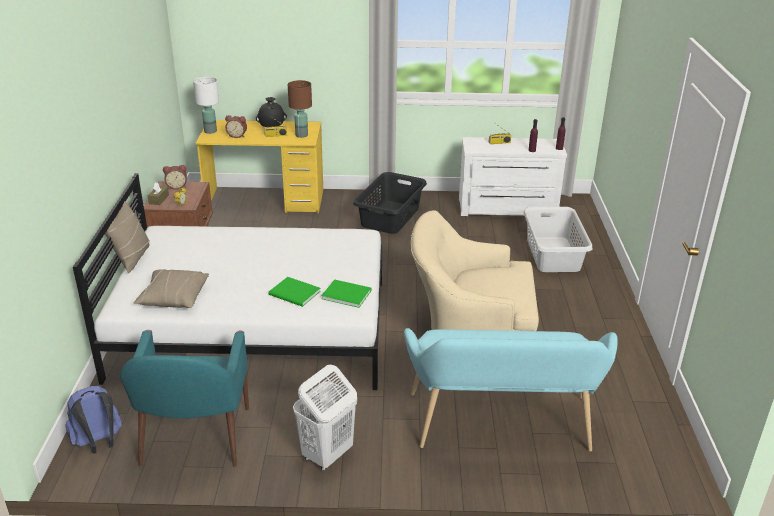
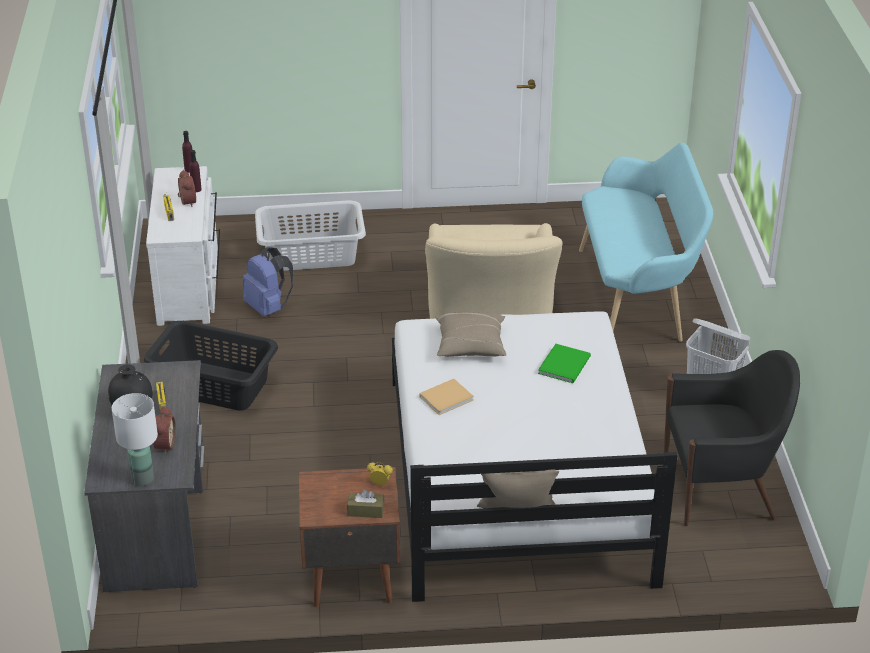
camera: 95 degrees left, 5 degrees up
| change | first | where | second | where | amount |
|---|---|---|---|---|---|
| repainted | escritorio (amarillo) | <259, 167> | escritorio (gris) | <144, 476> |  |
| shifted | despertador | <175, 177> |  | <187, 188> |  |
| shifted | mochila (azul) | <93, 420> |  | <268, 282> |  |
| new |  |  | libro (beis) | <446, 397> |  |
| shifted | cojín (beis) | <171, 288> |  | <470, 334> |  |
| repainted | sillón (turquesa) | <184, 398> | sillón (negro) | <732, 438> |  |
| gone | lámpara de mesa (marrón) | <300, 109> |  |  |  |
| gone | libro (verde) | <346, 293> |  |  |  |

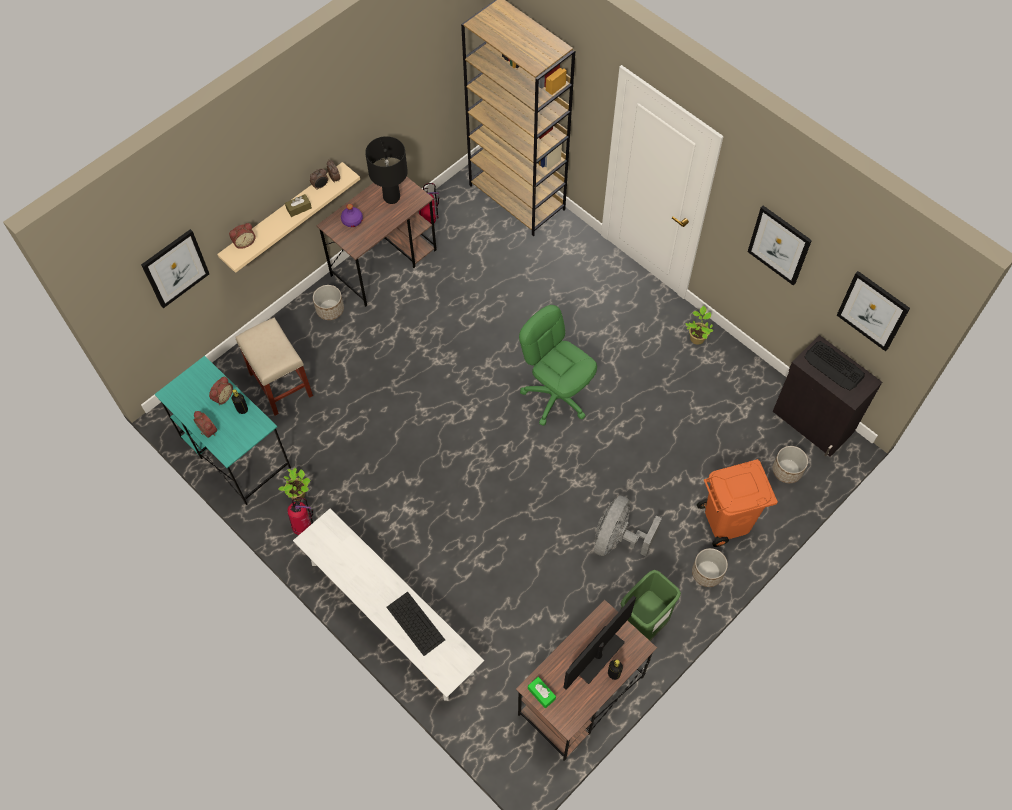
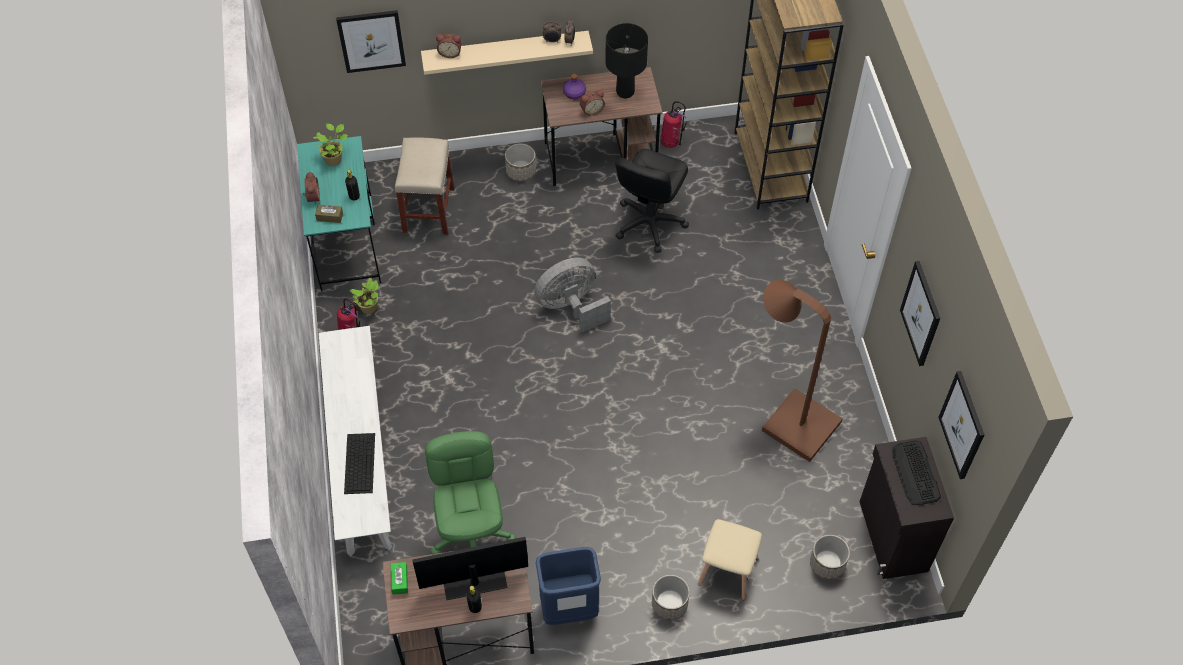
camera: 35 degrees right, 5 degrees down
| change | first | where | second | where | amount |
|---|---|---|---|---|---|
| shifted | planta en maceta | <699, 325> |  | <330, 145> |  |
| shifted | caja de pañuelos (marrón) | <298, 205> |  | <329, 214> |  |
| shifted | silla de oficina (verde) | <558, 365> |  | <470, 492> |  |
| shifted | ventilador (gris) | <628, 526> |  | <573, 294> |  |
| repainted | papelera (verde) | <651, 605> | papelera (azul) | <568, 586> |  |
| shifted | despertador | <221, 391> |  | <592, 103> |  |
| new |  |  | silla de oficina (negro) | <652, 201> |  |
| swapped | papelera (naranja) | <737, 503> | taburete (beis) | <730, 559> |  |
| new |  |  | lámpara de pie (marrón) | <802, 371> |  |

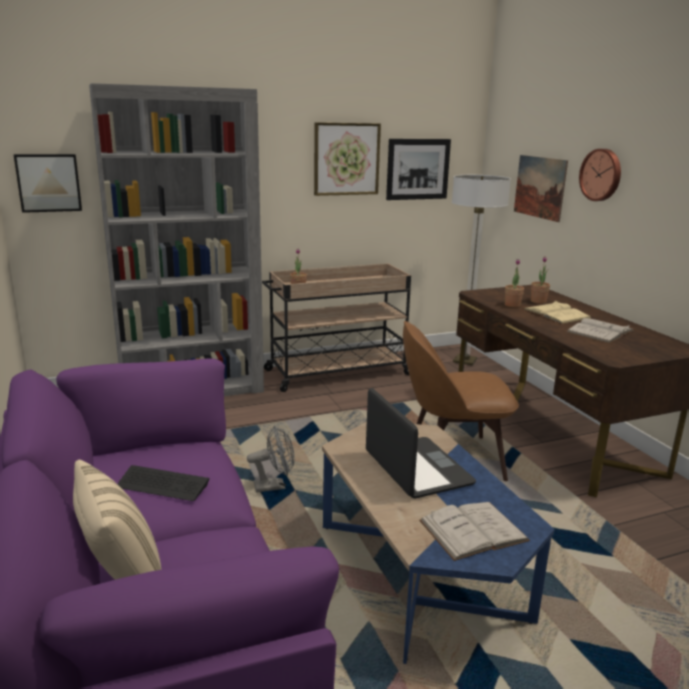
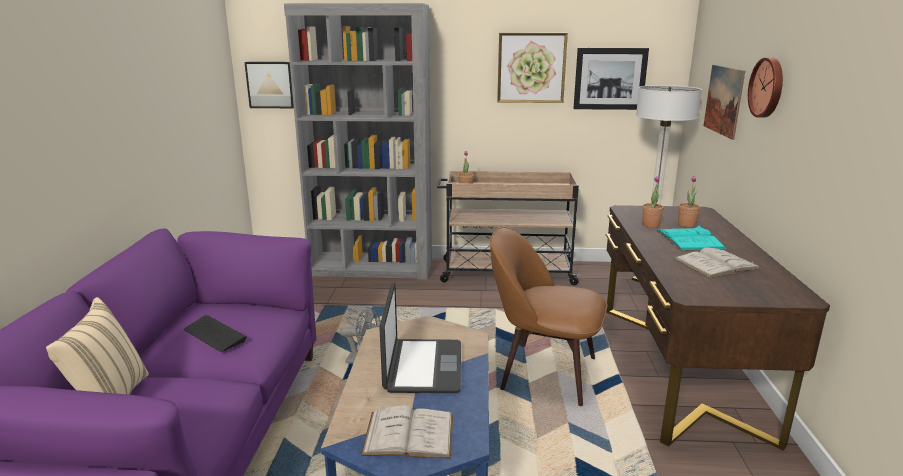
camera: 25 degrees right, 0 degrees up
| change | first | where | second | where | amount |
|---|---|---|---|---|---|
| repainted | libro (beis) | <557, 312> | libro (turquesa) | <691, 238> |  |

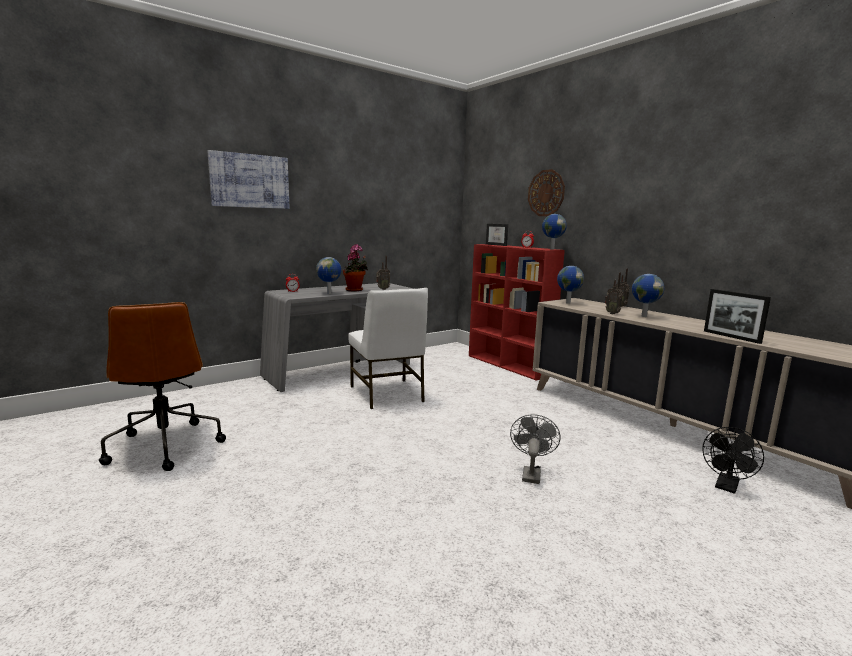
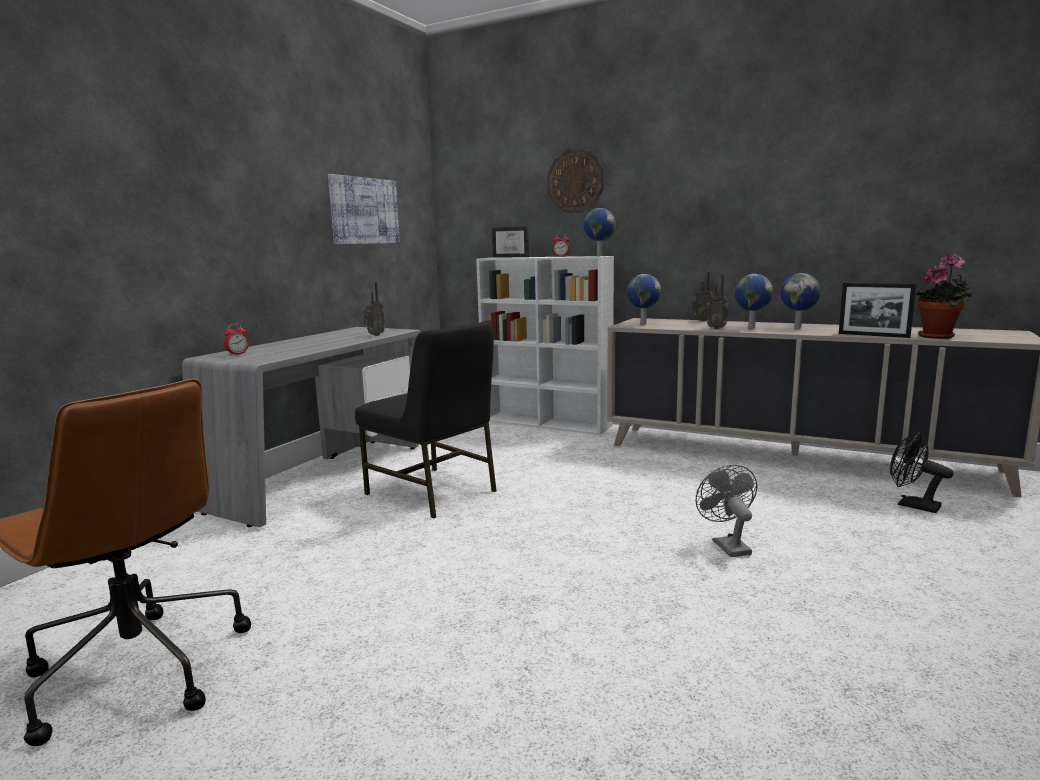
camera: 25 degrees left, 0 degrees up
| change | first | where | second | where | amount |
|---|---|---|---|---|---|
| shifted | cuadro | <248, 179> |  | <364, 209> |  |
| repainted | silla (blanco) | <388, 348> | silla (negro) | <426, 419> |  |
| repainted | estantería (rojo) | <517, 312> | estantería (blanco) | <545, 345> |  |
| shifted | globo terráqueo | <328, 275> |  | <800, 301> |  |
| rotated | ventilador (negro) | <733, 460> |  | <922, 473> | 120 degrees clockwise |
| shifted | planta en maceta | <355, 268> |  | <944, 296> |  |

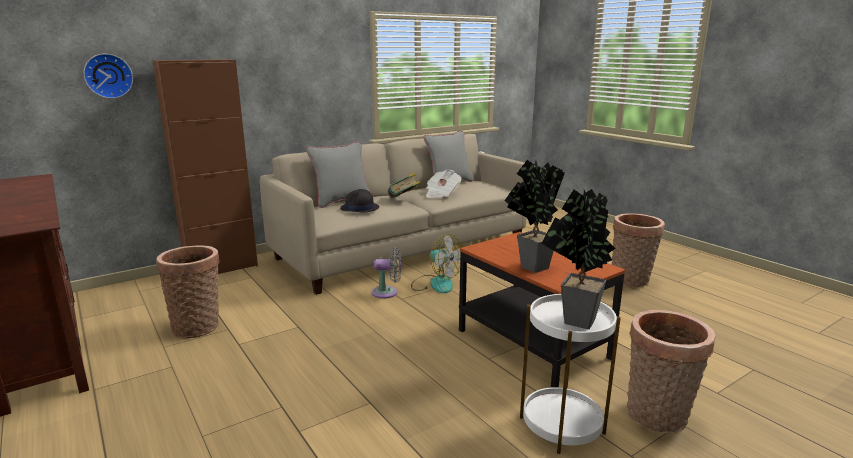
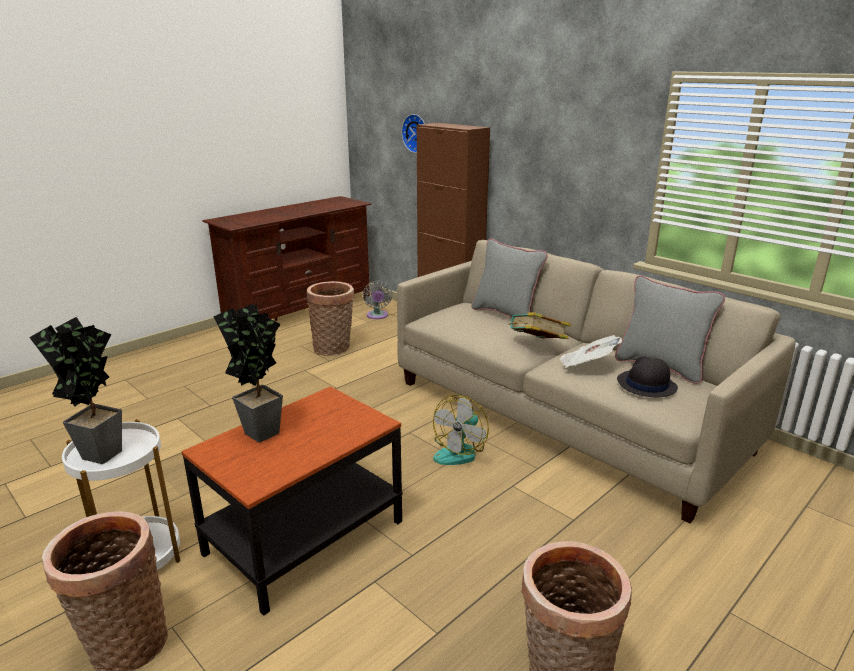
camera: 80 degrees right, 5 degrees up
| change | first | where | second | where | amount |
|---|---|---|---|---|---|
| shifted | ventilador (gris) | <386, 273> |  | <378, 300> |  |
| shifted | sombrero (negro) | <359, 201> |  | <647, 376> |  |

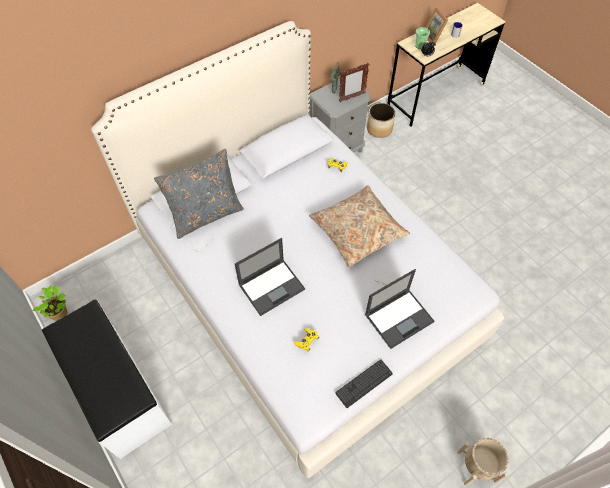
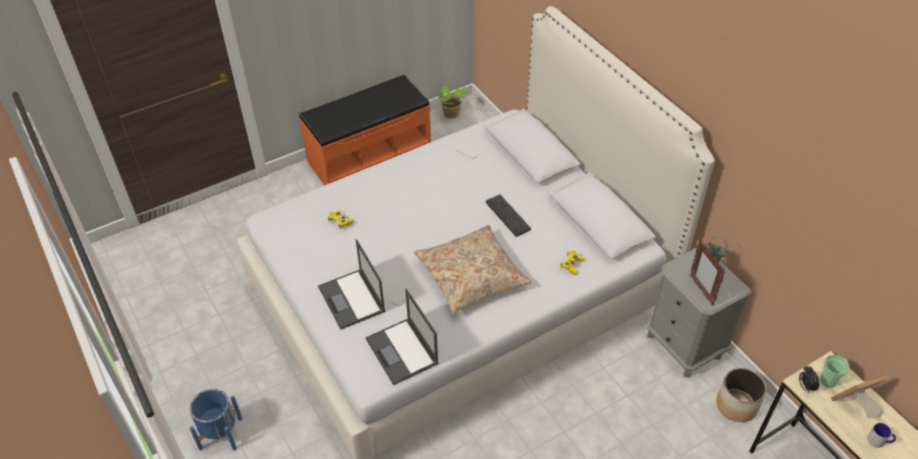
camera: 95 degrees right, 10 degrees down
| change | first | where | second | where | amount |
|---|---|---|---|---|---|
| repainted | maceta (beis) | <483, 462> | maceta (azul) | <215, 420> |  |
| repainted | banco (blanco) | <107, 379> | banco (naranja) | <365, 130> |  |
| shifted | portátil | <270, 277> |  | <402, 337> |  |
| shifted | teclado | <364, 383> |  | <508, 215> |  |
| gone | cojín (gris) | <199, 193> |  |  |  |

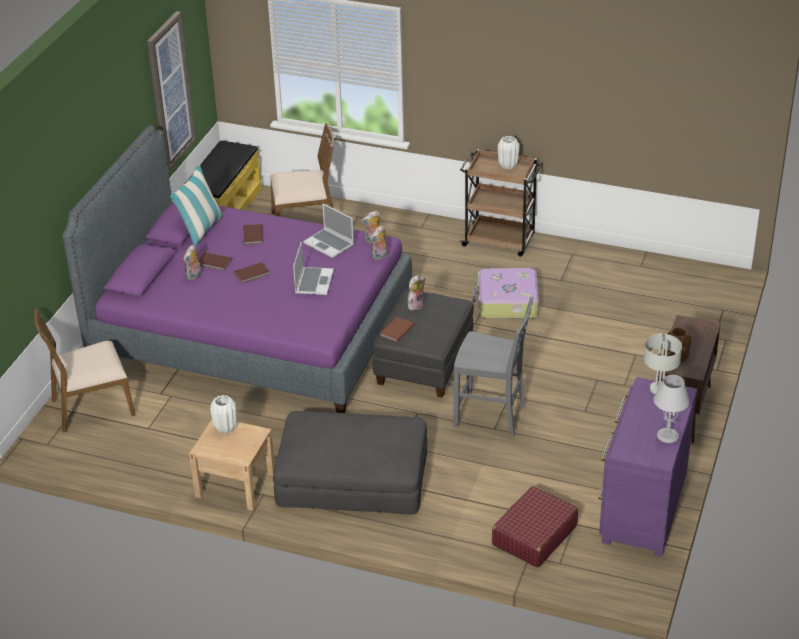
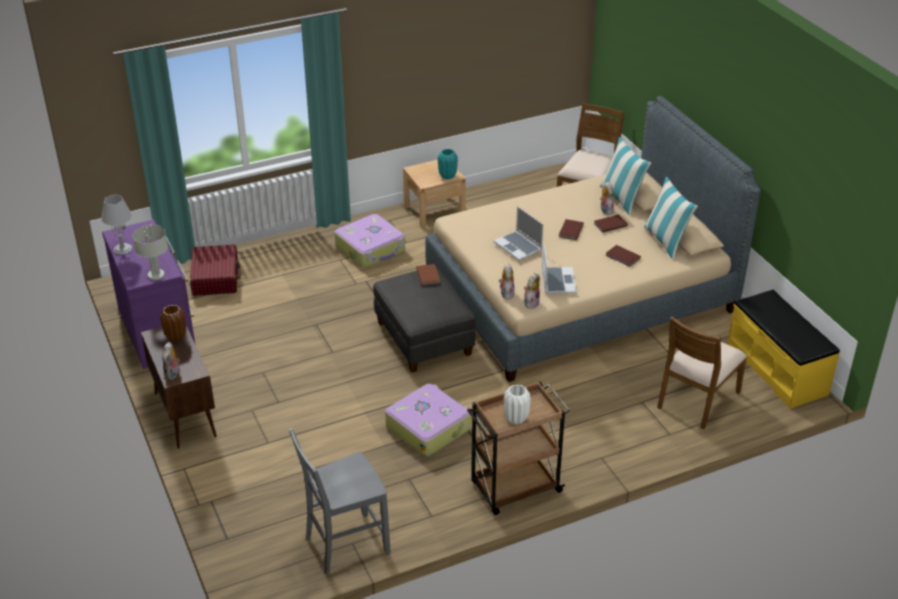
camera: 135 degrees right, 0 degrees up
| change | first | where | second | where | amount |
|---|---|---|---|---|---|
| shifted | peluche | <416, 292> |  | <171, 361> |  |
| shifted | silla (gris) | <494, 366> |  | <340, 501> |  |
| swapped | puf (gris) | <350, 463> | maleta | <369, 241> |  |
| repainted | cama (morado) | <237, 269> | cama (beis) | <593, 239> |  |
| repainted | florero (blanco) | <223, 414> | florero (turquesa) | <448, 164> |  |
| rotated | portátil | <328, 230> |  | <559, 268> | 90 degrees clockwise |
| new |  |  | cojín | <625, 176> |  |
| gone | cuadro | <171, 91> |  |  |  |

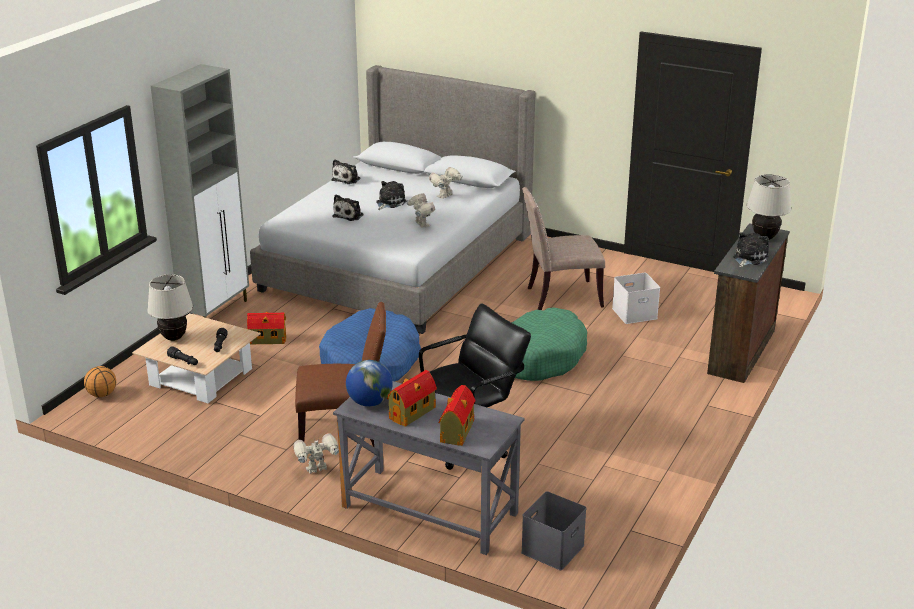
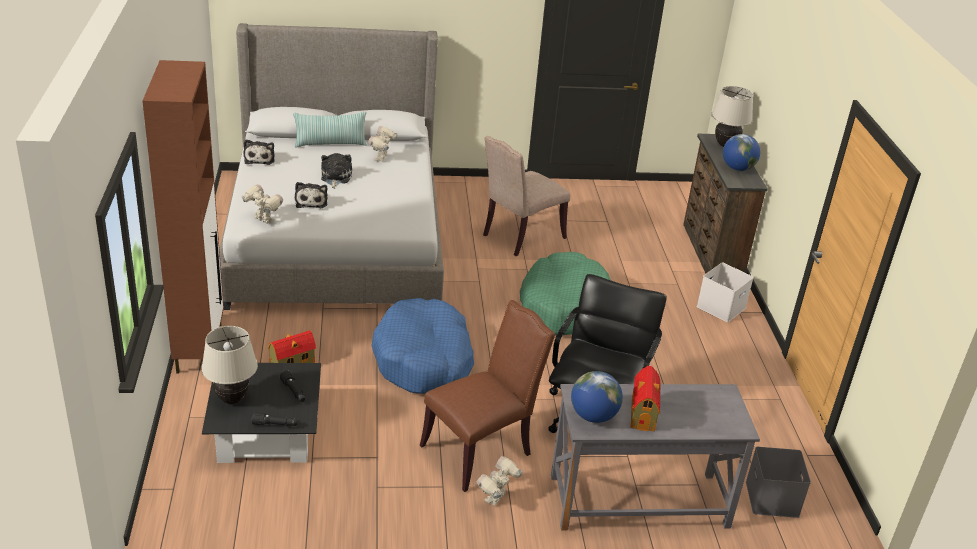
camera: 35 degrees left, 5 degrees up
| change | first | where | second | where | amount |
|---|---|---|---|---|---|
| repainted | armario (gris) | <200, 191> | armario (marrón) | <183, 216> |  |
| repainted | mesa de centro (beis) | <196, 358> | mesa de centro (negro) | <261, 413> |  |
| shifted | robot de juguete | <421, 210> |  | <262, 204> |  |
| new |  |  | cojín | <330, 130> |  |
| shifted | caja de almacenaje (blanco) | <636, 298> |  | <725, 292> |  |
| swapped | peluche | <751, 249> | globo terráqueo | <741, 152> |  |
| gone | balón de baloncesto | <100, 381> |  |  |  |
| gone | casita | <457, 415> |  |  |  |

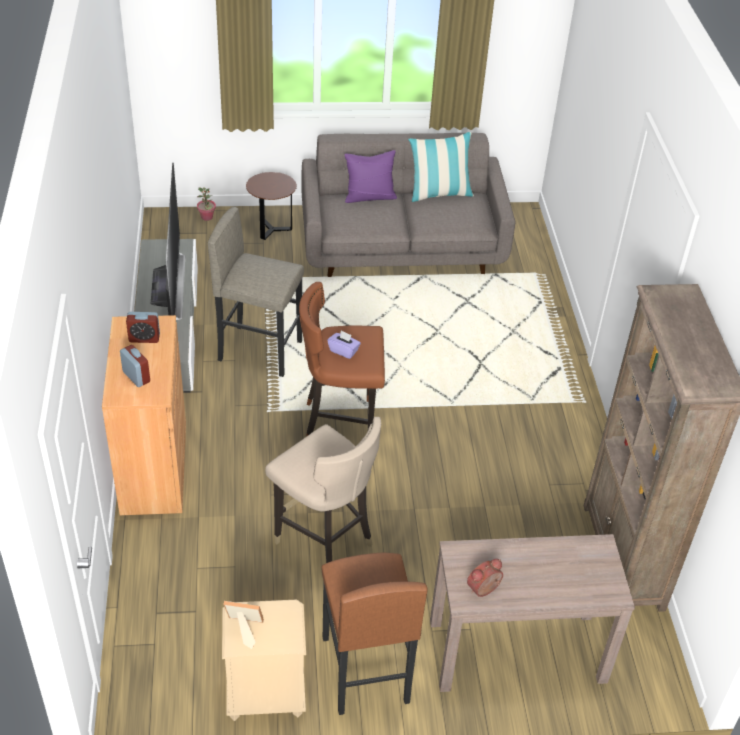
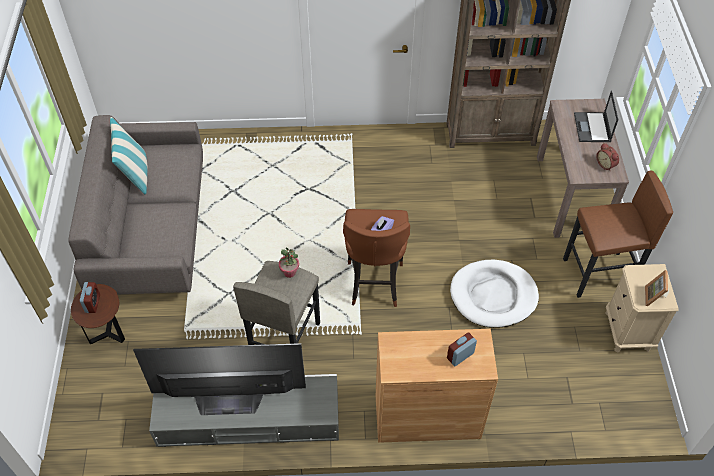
camera: 85 degrees left, 10 degrees up
| change | first | where | second | where | amount |
|---|---|---|---|---|---|
| shifted | despertador | <143, 327> |  | <90, 297> |  |
| shifted | planta en maceta | <206, 204> |  | <289, 263> |  |
| swapped | taburete (beis) | <323, 490> | cama para perro (blanco) | <494, 294> |  |
| new |  |  | portátil | <596, 116> |  |
| gone | cojín (morado) | <370, 176> |  |  |  |

